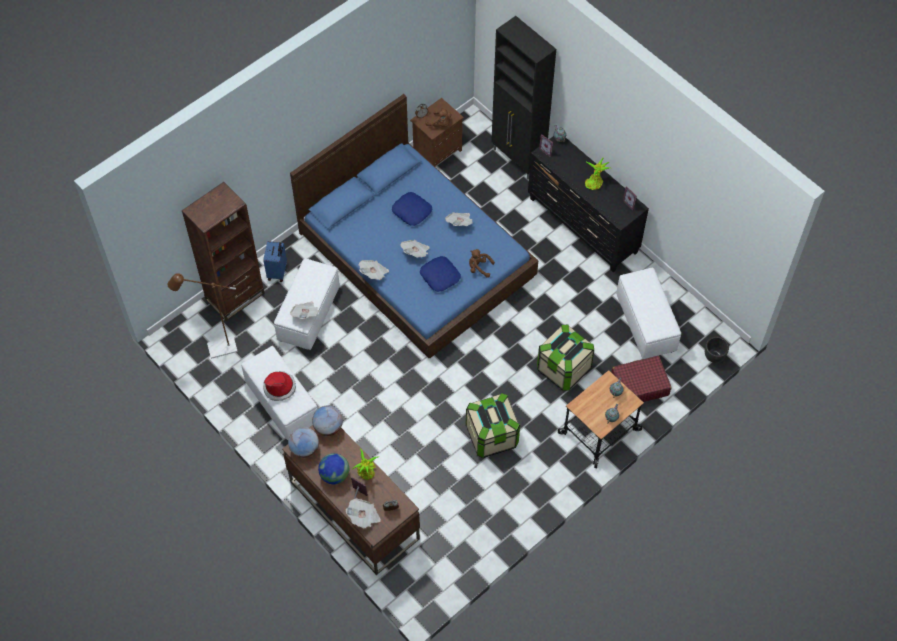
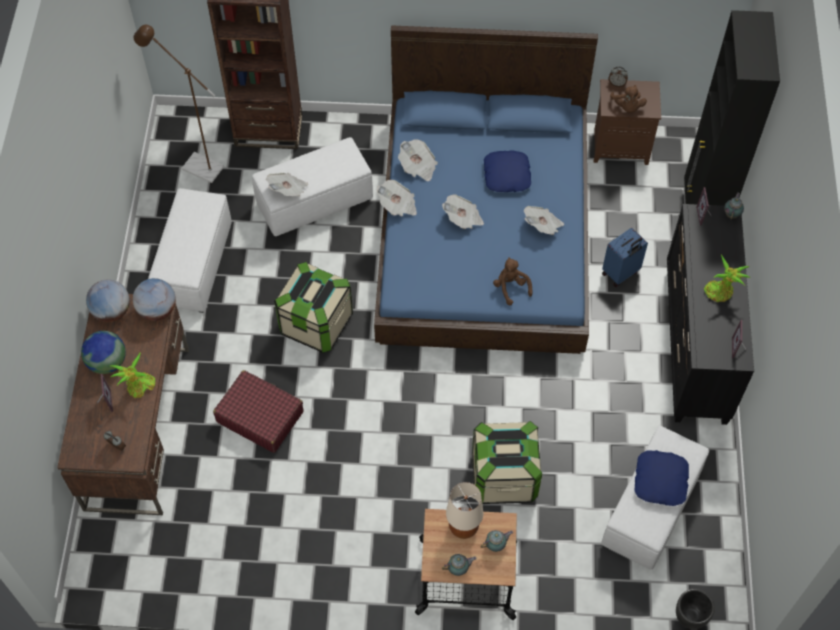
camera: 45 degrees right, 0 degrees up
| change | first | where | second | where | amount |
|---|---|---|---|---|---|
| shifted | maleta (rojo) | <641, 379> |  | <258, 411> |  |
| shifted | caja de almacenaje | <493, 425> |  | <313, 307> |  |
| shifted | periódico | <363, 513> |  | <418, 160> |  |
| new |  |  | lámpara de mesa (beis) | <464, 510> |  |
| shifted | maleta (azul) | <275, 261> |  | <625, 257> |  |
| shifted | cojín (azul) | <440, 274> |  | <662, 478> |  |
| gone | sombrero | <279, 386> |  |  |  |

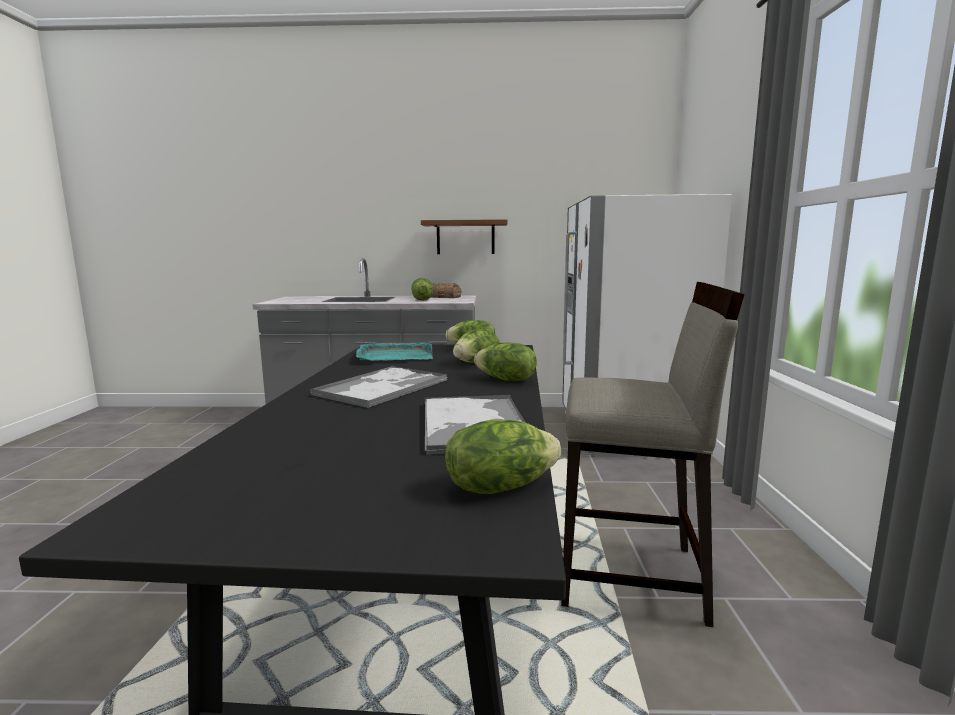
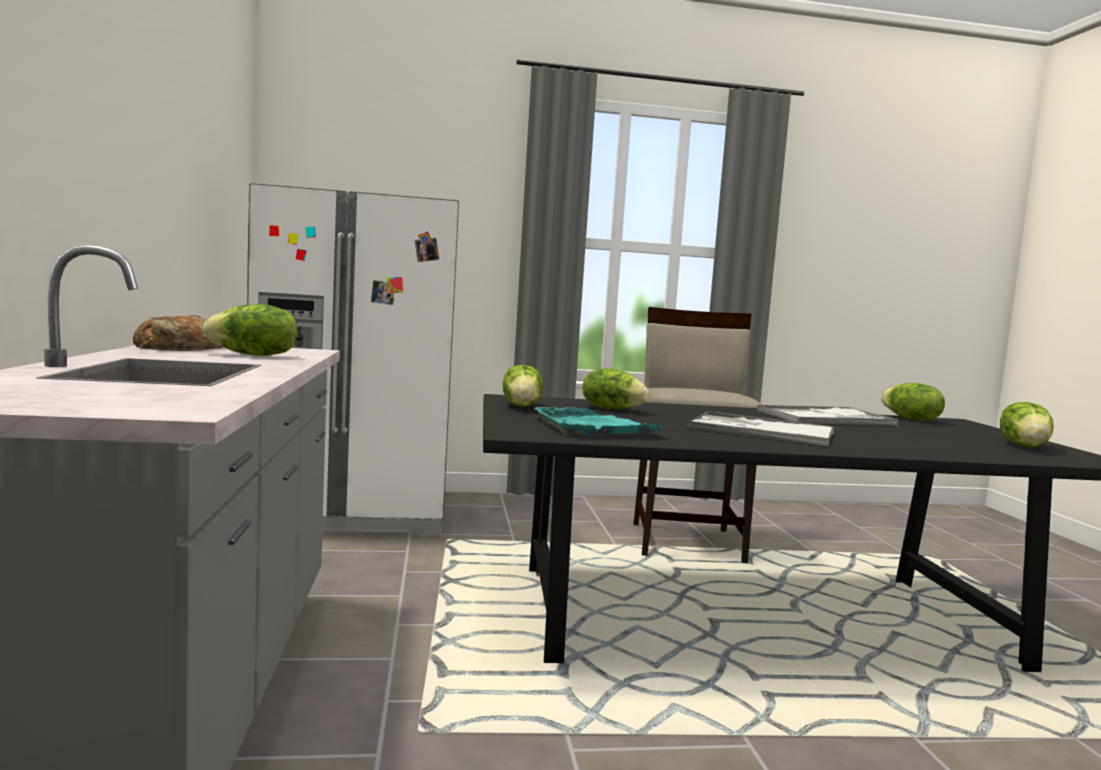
camera: 100 degrees left, 5 degrees down
| change | first | where | second | where | amount |
|---|---|---|---|---|---|
| shifted | lechuga | <505, 361> |  | <1027, 424> |  |
| gone | estante (marrón) | <464, 236> |  |  |  |

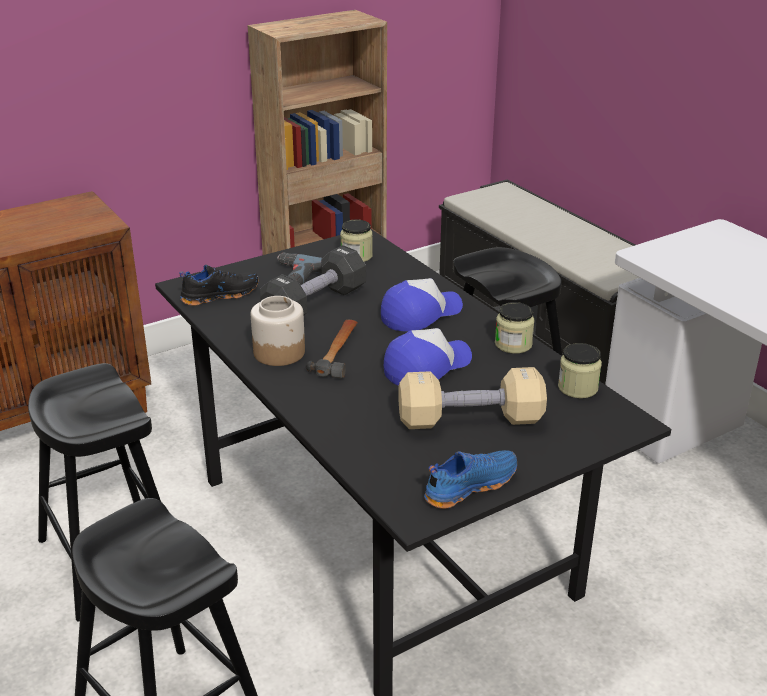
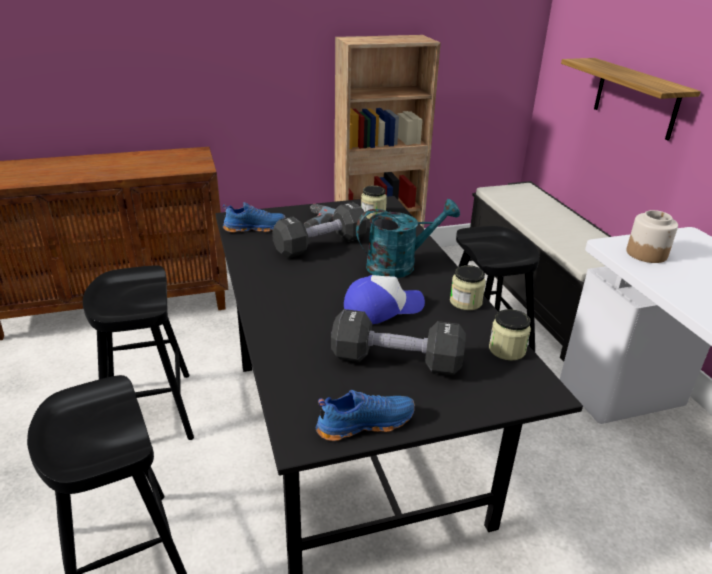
camera: 15 degrees right, 0 degrees up
| change | first | where | second | where | amount |
|---|---|---|---|---|---|
| repainted | zapato (negro) | <218, 285> | zapato (azul) | <254, 217> |  |
| repainted | mancuerna (beis) | <472, 398> | mancuerna (negro) | <398, 342> |  |
| swapped | gorra | <422, 305> | regadera (turquesa) | <408, 238> |  |
| new |  |  | estante | <631, 99> |  |
| shifted | tarro | <278, 331> |  | <652, 236> |  |
| gone | martillo | <332, 349> |  |  |  |

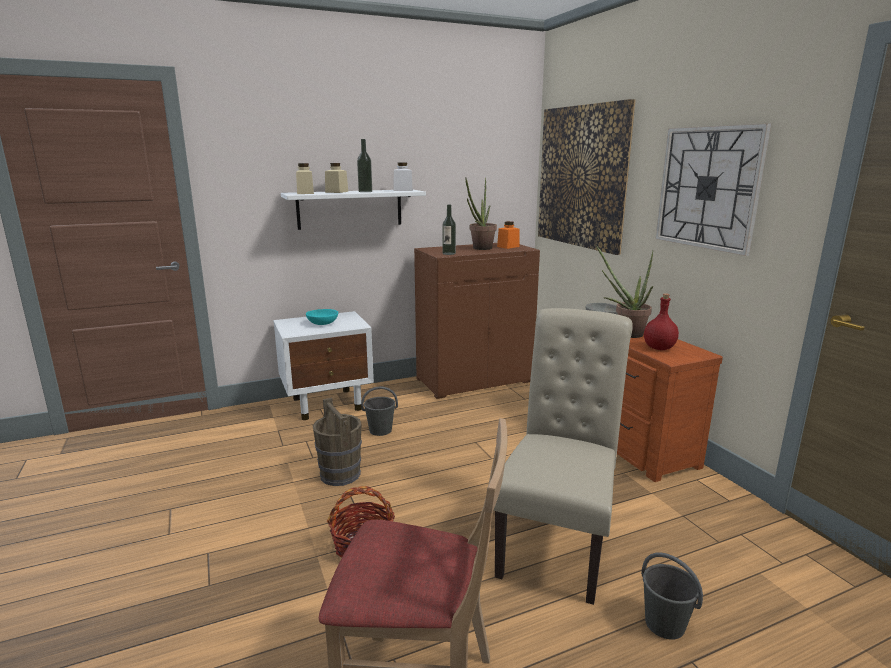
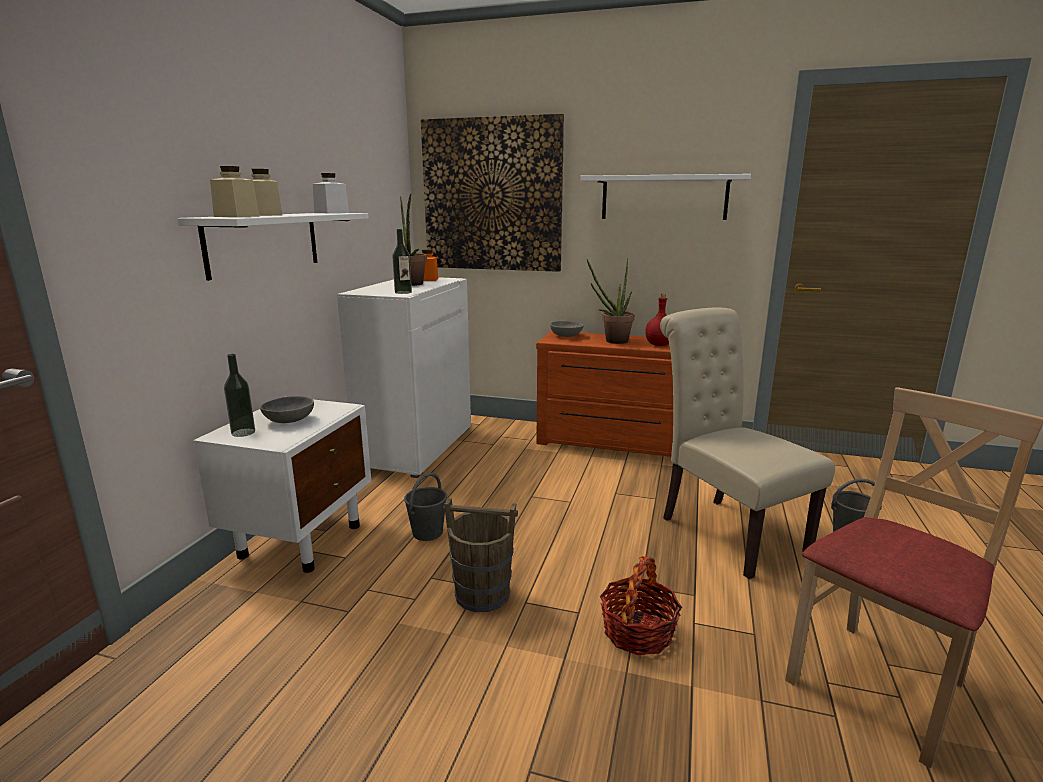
camera: 50 degrees left, 0 degrees up
| change | first | where | second | where | amount |
|---|---|---|---|---|---|
| shifted | botella | <364, 165> |  | <239, 395> |  |
| repainted | cuenco (turquesa) | <322, 317> | cuenco (gris) | <287, 409> |  |
| repainted | armario (marrón) | <477, 321> | armario (blanco) | <404, 377> |  |
| swapped | reloj de pared | <713, 189> | estante (blanco) | <665, 197> |  |

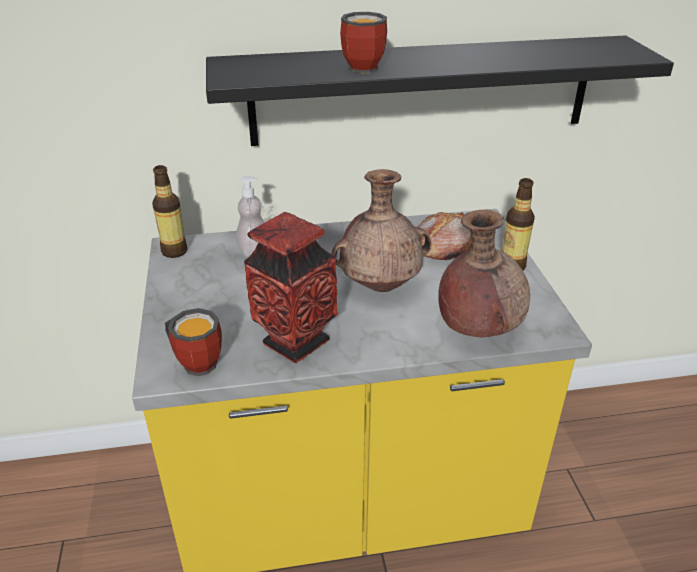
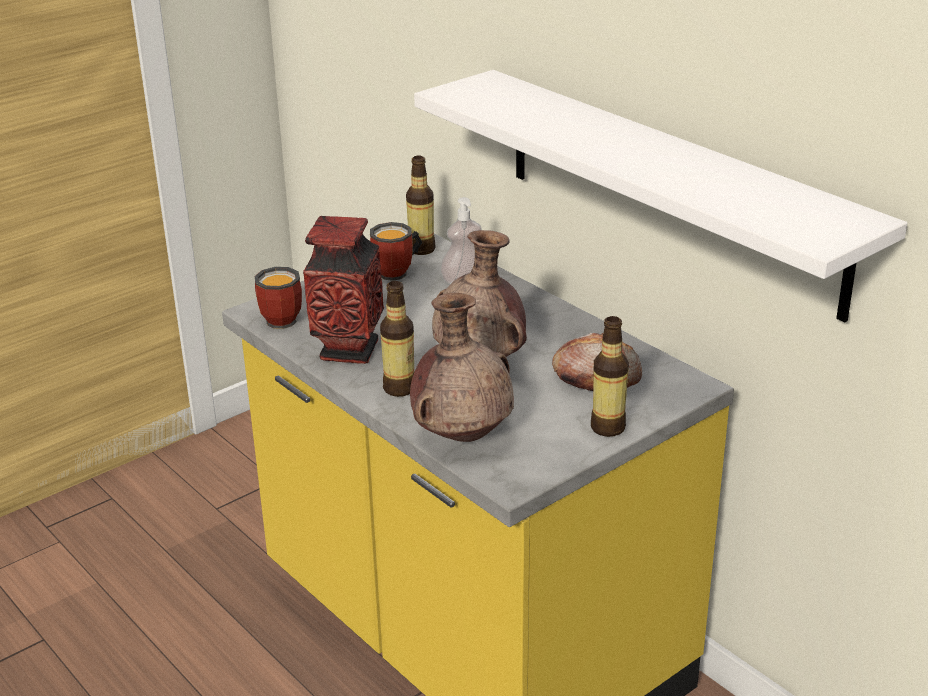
camera: 60 degrees right, 5 degrees down
| change | first | where | second | where | amount |
|---|---|---|---|---|---|
| shifted | taza grande | <363, 42> |  | <396, 251> |  |
| new |  |  | botella | <397, 339> |  |
| repainted | estante (negro) | <440, 90> | estante (blanco) | <660, 196> |  |

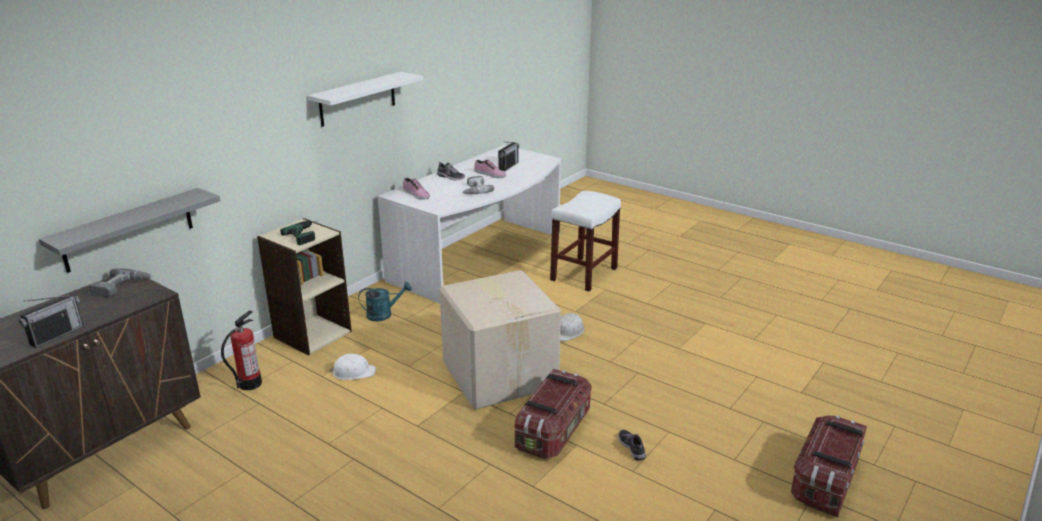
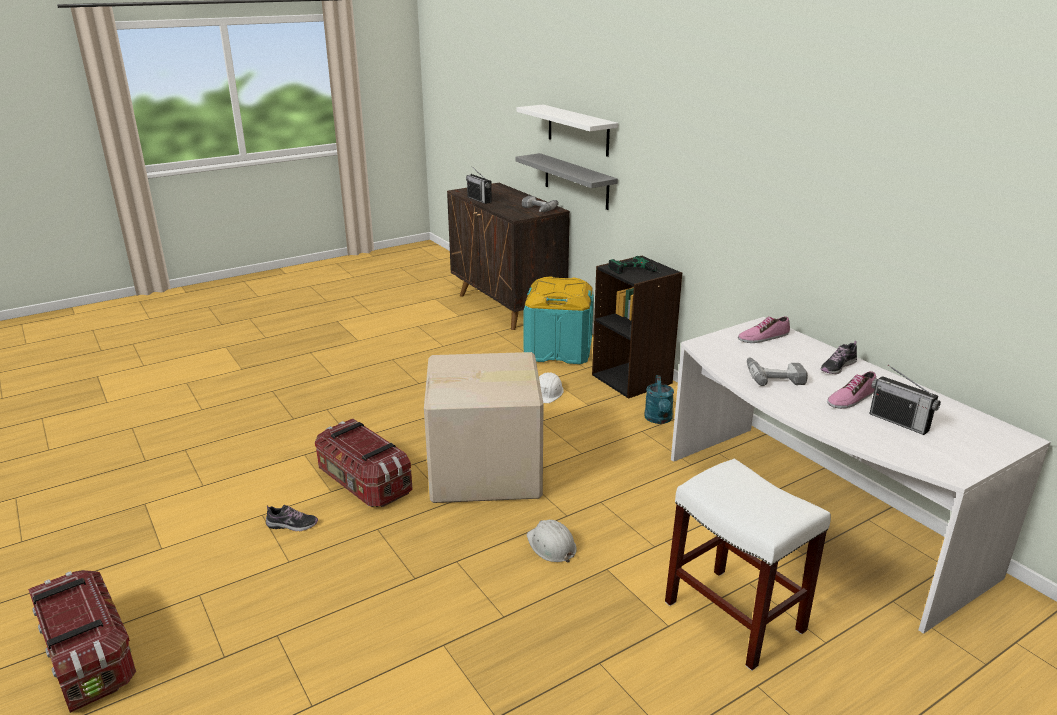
camera: 110 degrees right, 0 degrees up
| change | first | where | second | where | amount |
|---|---|---|---|---|---|
| shifted | estante (blanco) | <365, 99> |  | <567, 131> |  |
| swapped | extintor | <241, 350> | caja de almacenaje (turquesa) | <559, 320> |  |
| repainted | estantería (beis) | <304, 286> | estantería (negro) | <637, 327> |  |

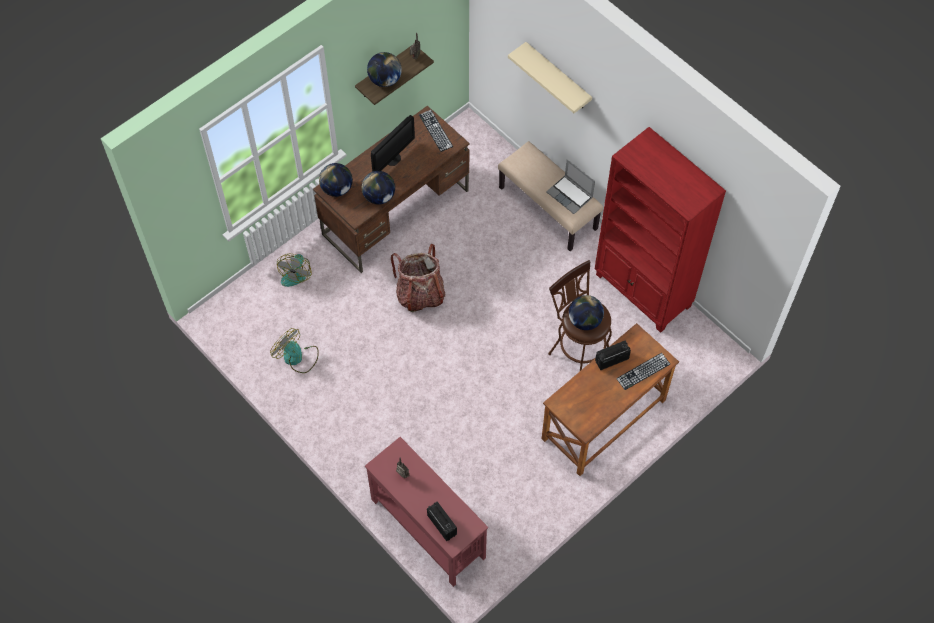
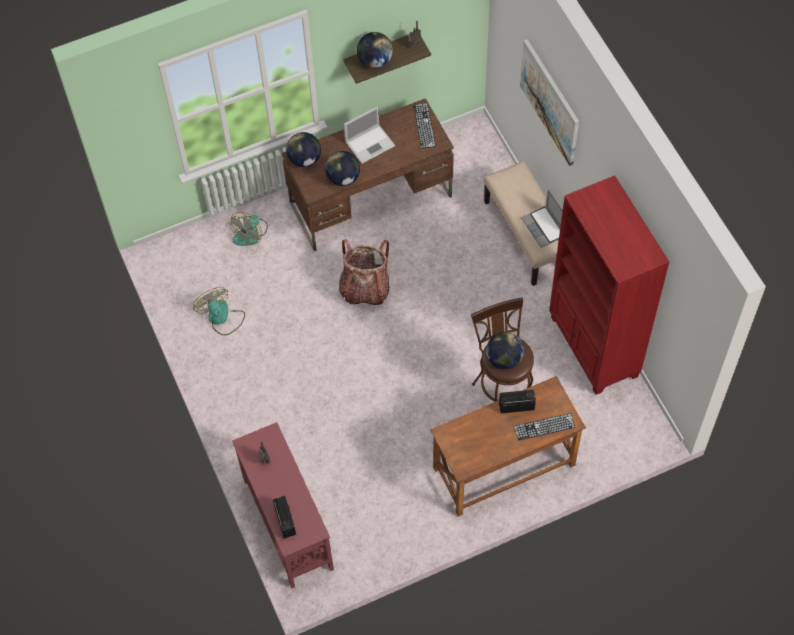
camera: 20 degrees right, 0 degrees up
| change | first | where | second | where | amount |
|---|---|---|---|---|---|
| swapped | monitor | <393, 143> | portátil | <369, 135> |  |
| swapped | estante (beis) | <550, 77> | cuadro | <549, 102> |  |

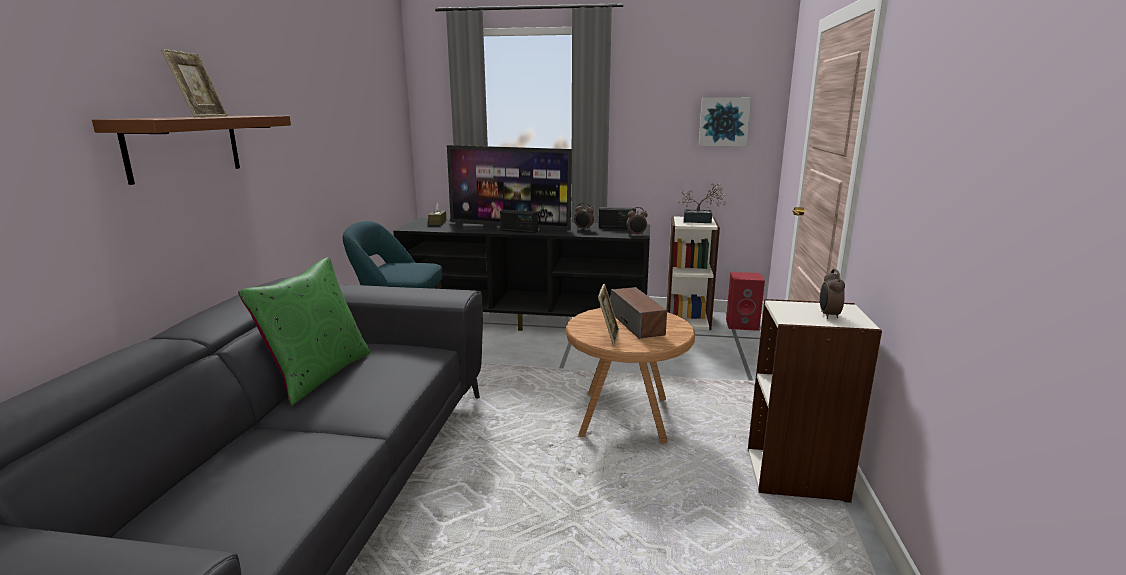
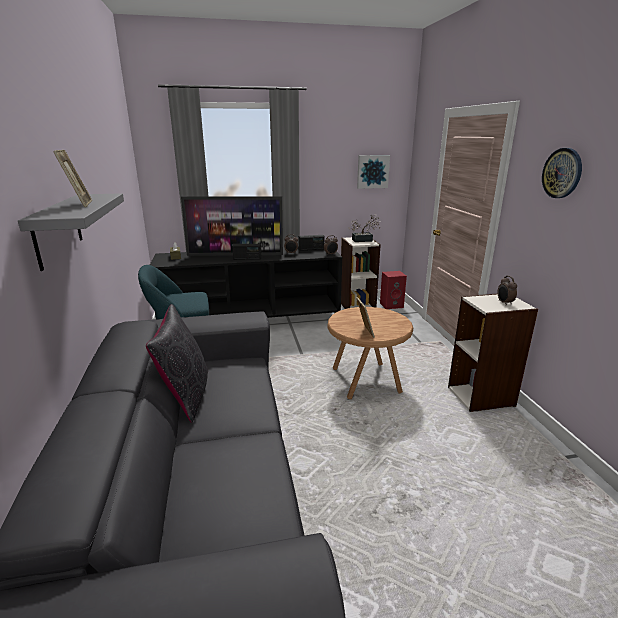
camera: 20 degrees left, 5 degrees up
| change | first | where | second | where | amount |
|---|---|---|---|---|---|
| repainted | estante (marrón) | <191, 150> | estante (gris) | <71, 232> |  |
| repainted | cojín (verde) | <304, 331> | cojín (negro) | <177, 363> |  |
| new |  |  | reloj de pared | <562, 173> |  |
| gone | altavoz | <639, 313> |  |  |  |

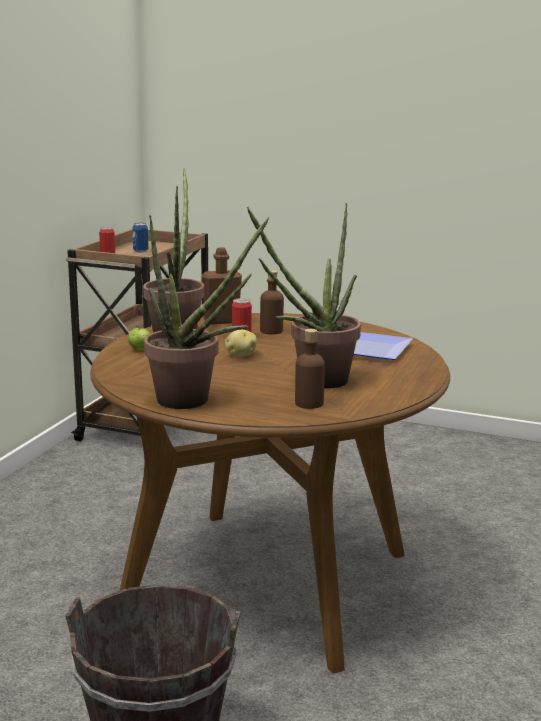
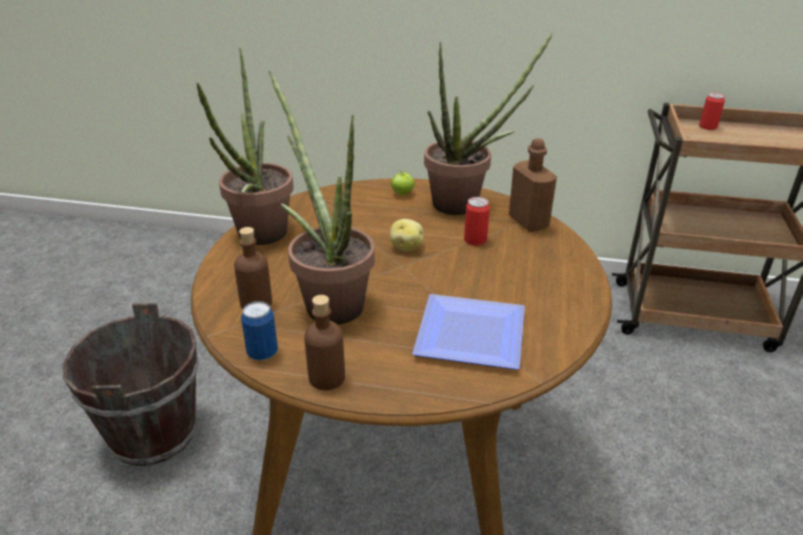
camera: 80 degrees right, 15 degrees up
| change | first | where | second | where | amount |
|---|---|---|---|---|---|
| shifted | lata | <140, 237> |  | <259, 331> |  |
| shifted | botella (marrón) | <272, 302> |  | <324, 342> |  |

